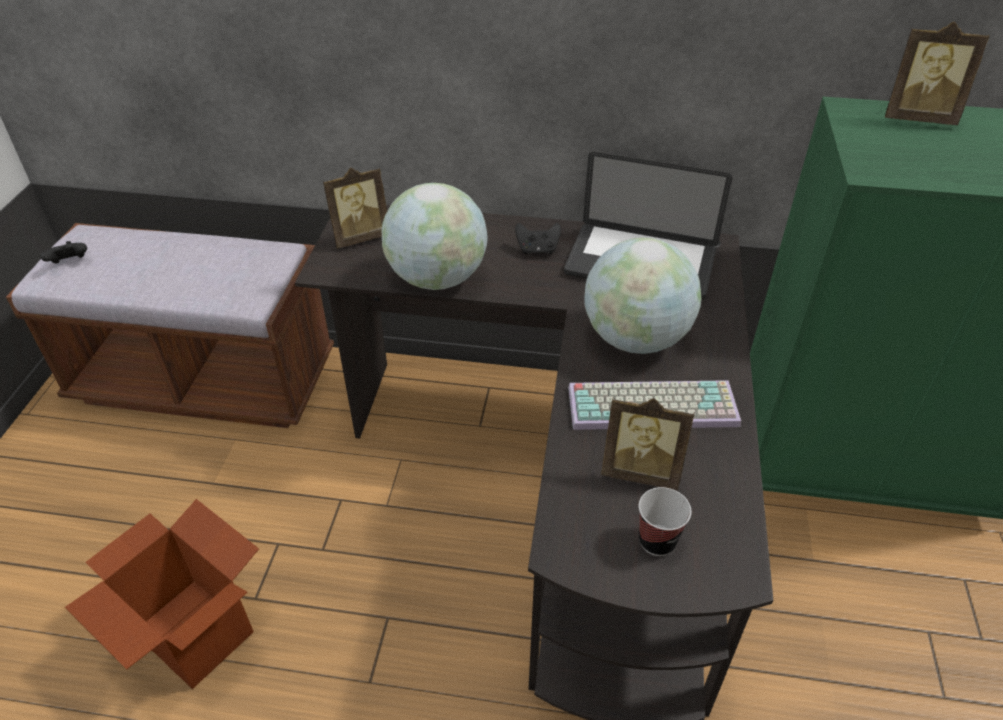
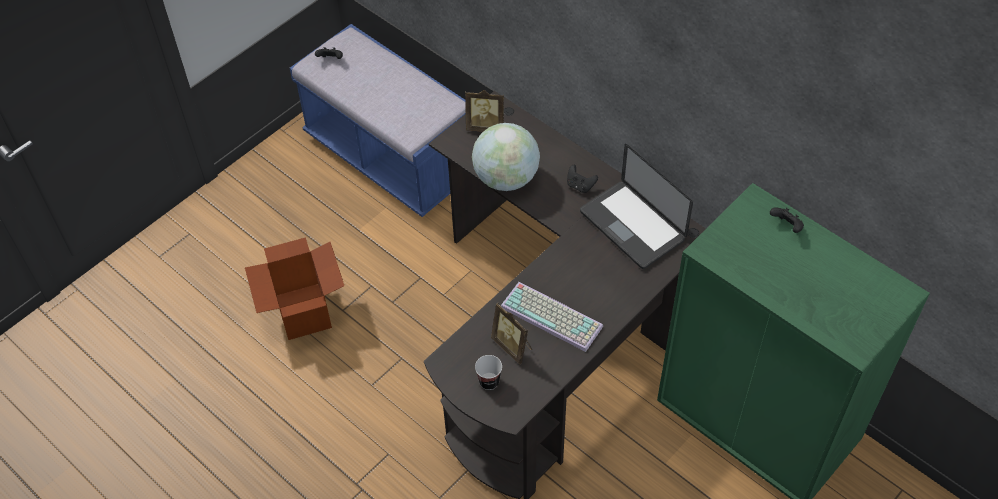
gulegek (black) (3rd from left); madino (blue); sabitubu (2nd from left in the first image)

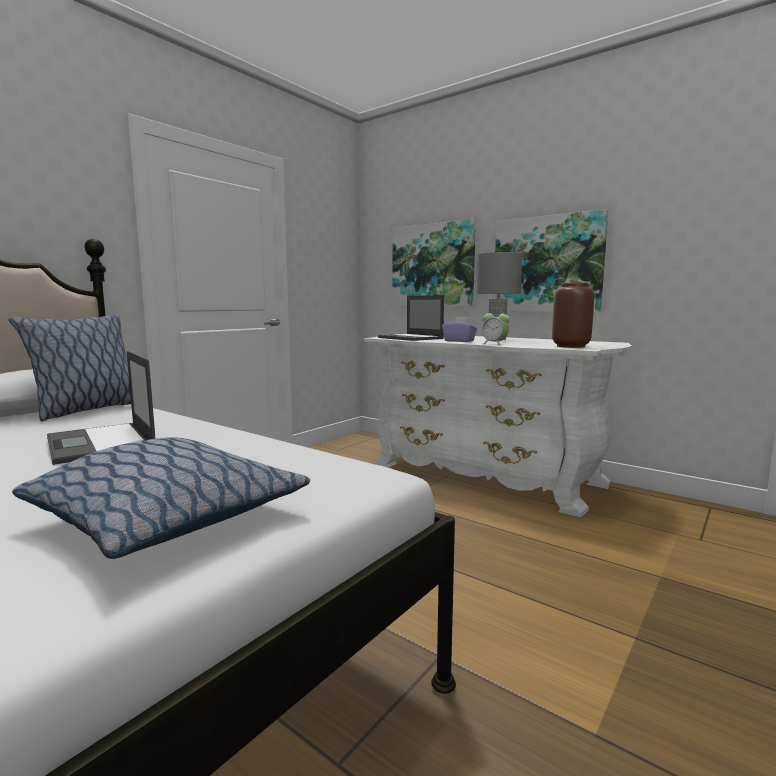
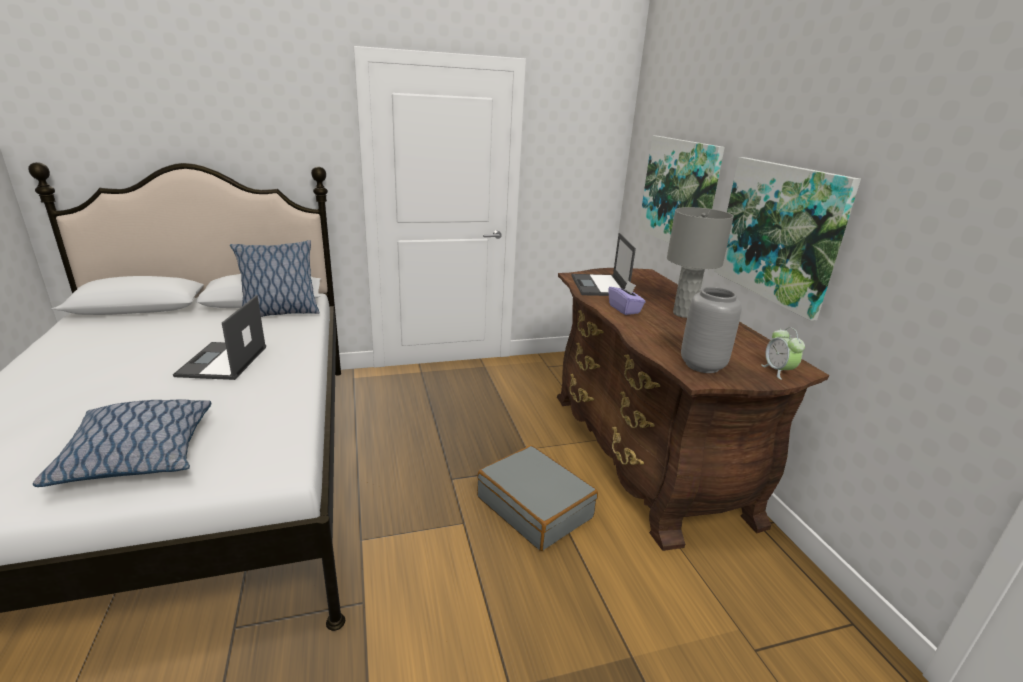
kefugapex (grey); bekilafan; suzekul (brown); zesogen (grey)

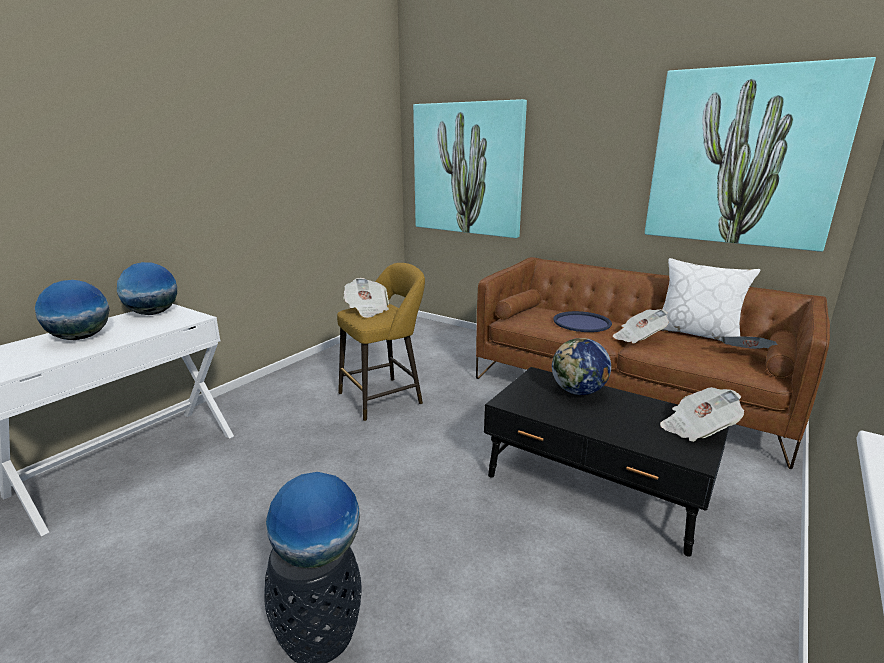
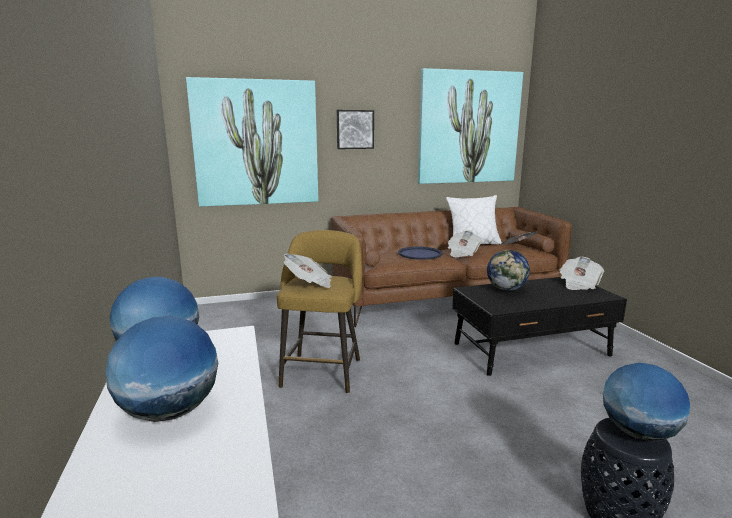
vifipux (2nd from left)

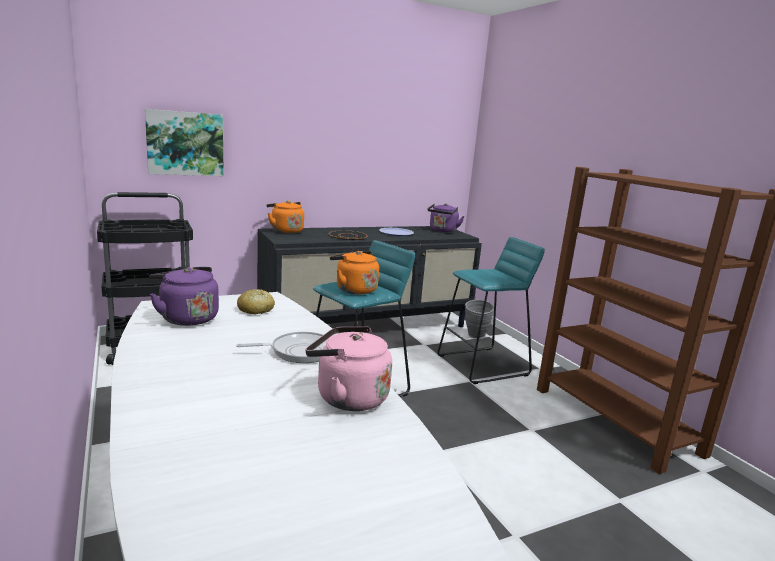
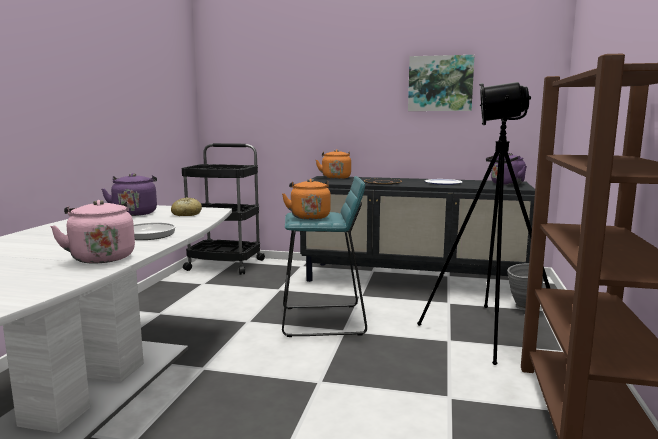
vifipux; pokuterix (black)

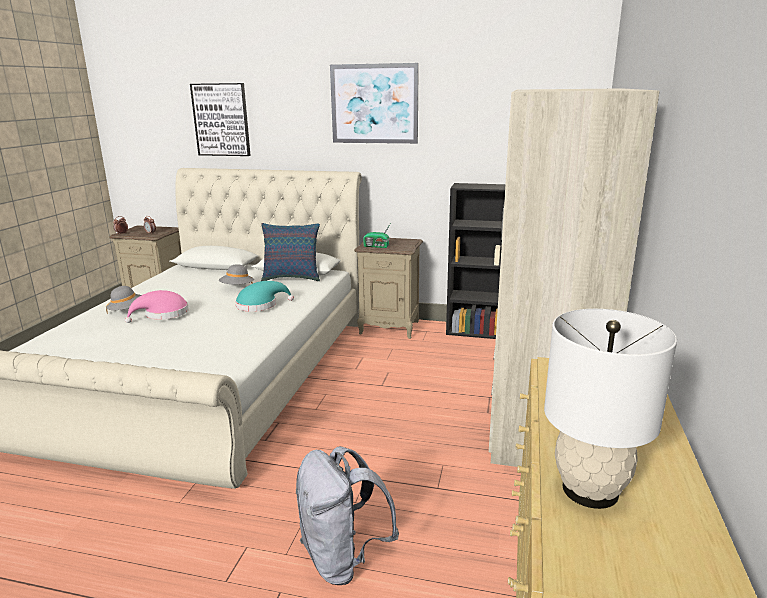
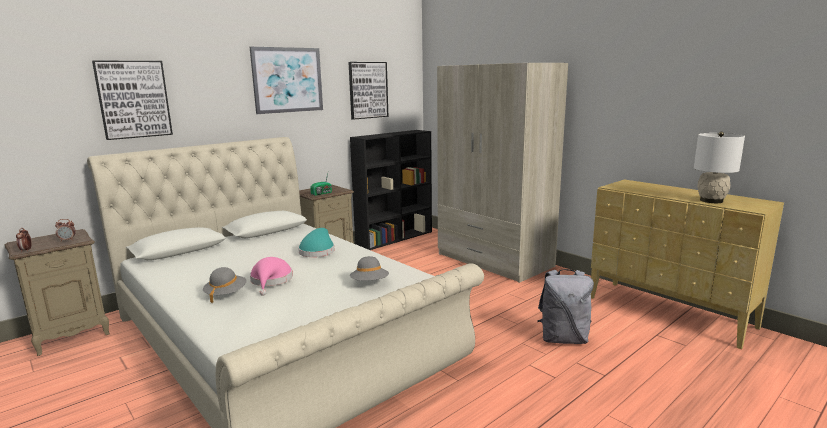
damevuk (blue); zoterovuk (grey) (2nd from left); vifipux (3rd from left)

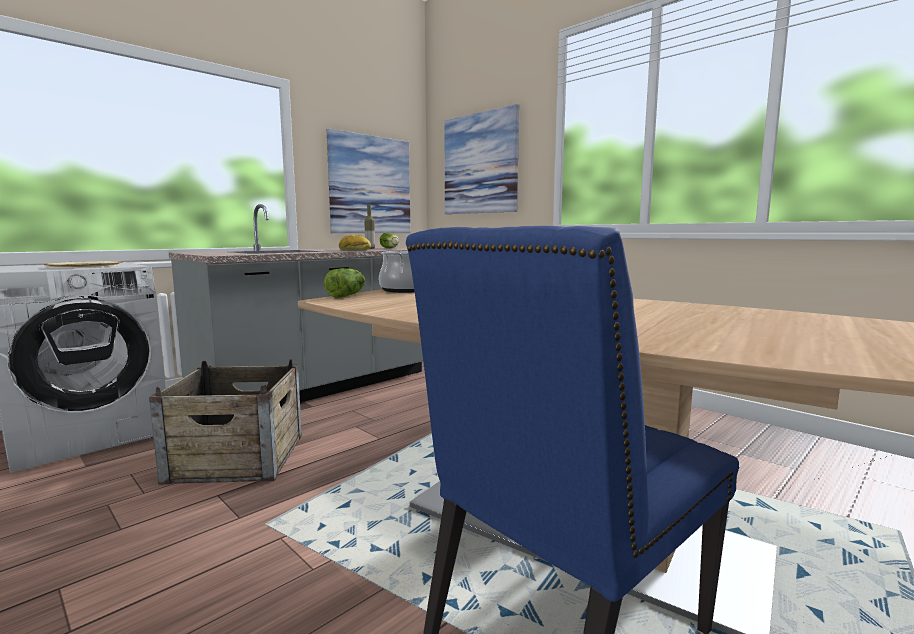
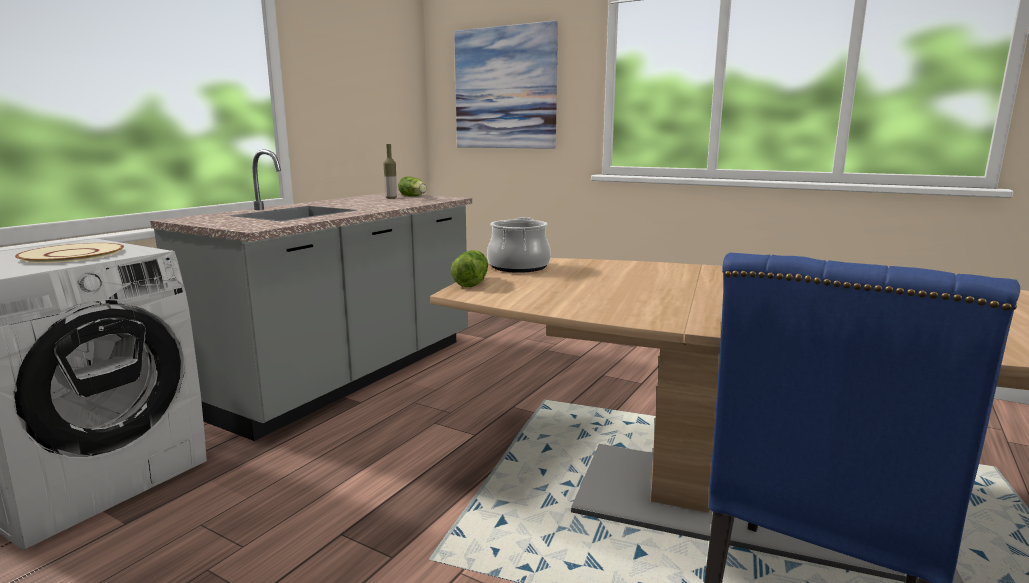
vifipux (1st from left in the first image); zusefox; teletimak

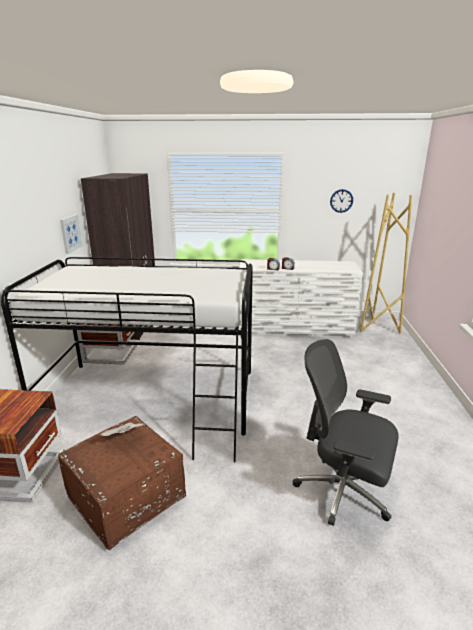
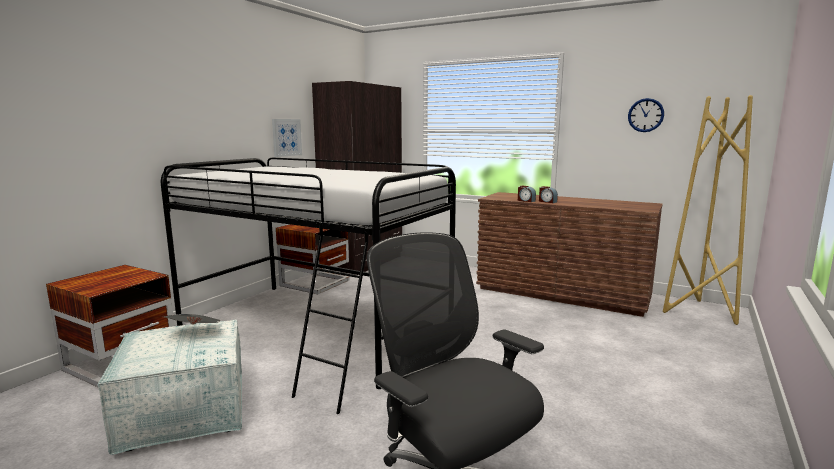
suzekul (brown); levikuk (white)

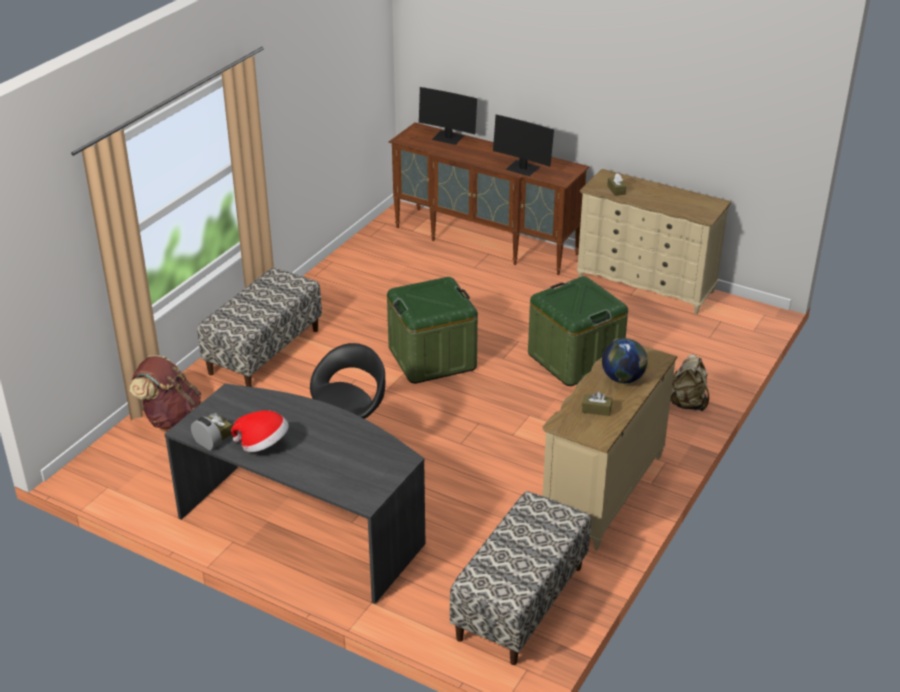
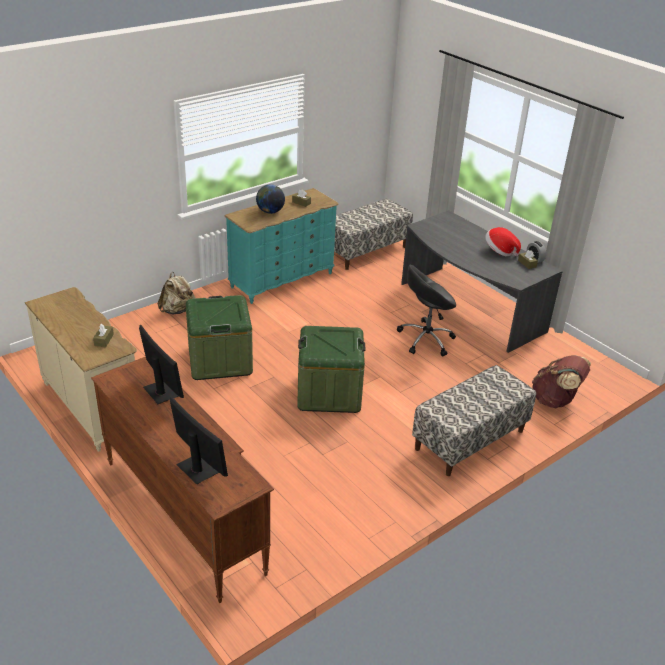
suzekul (turquoise)

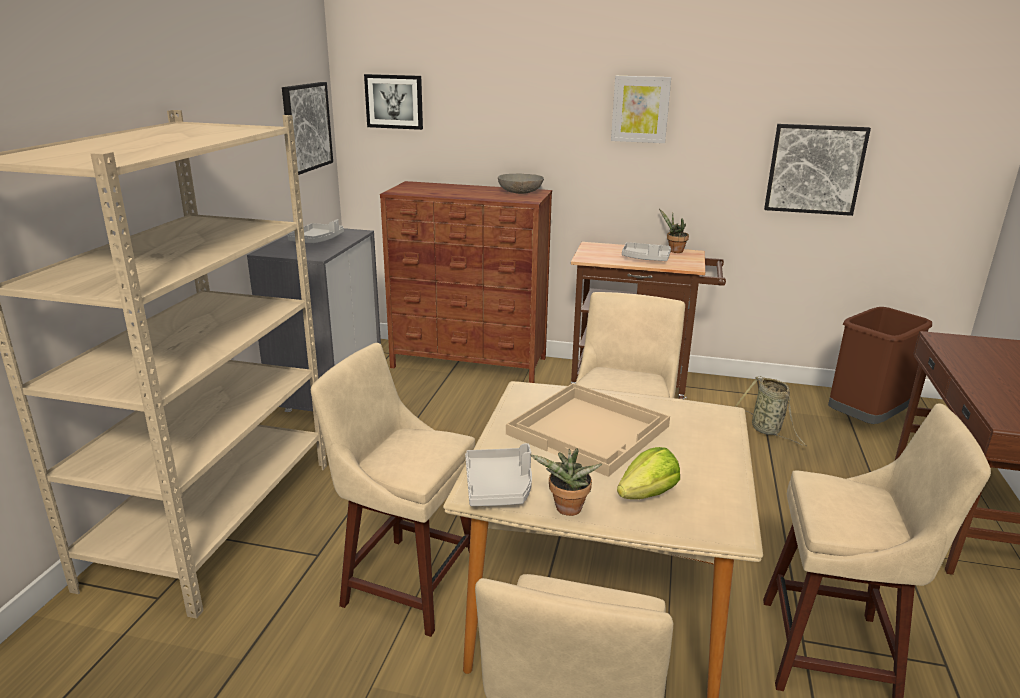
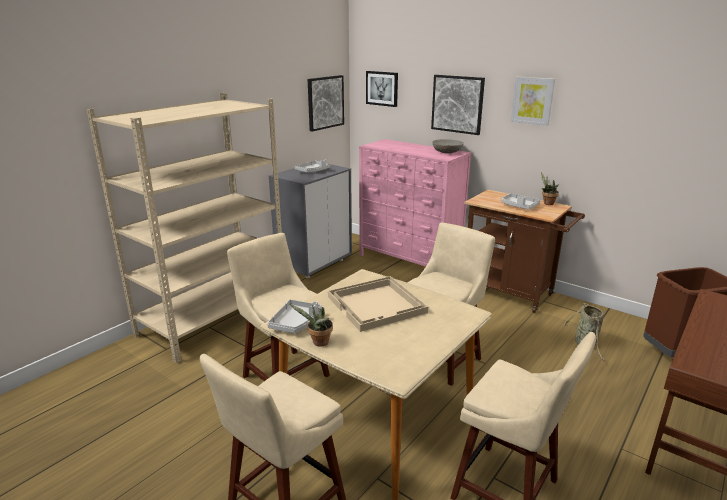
vifipux (3rd from left); suzekul (pink); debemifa

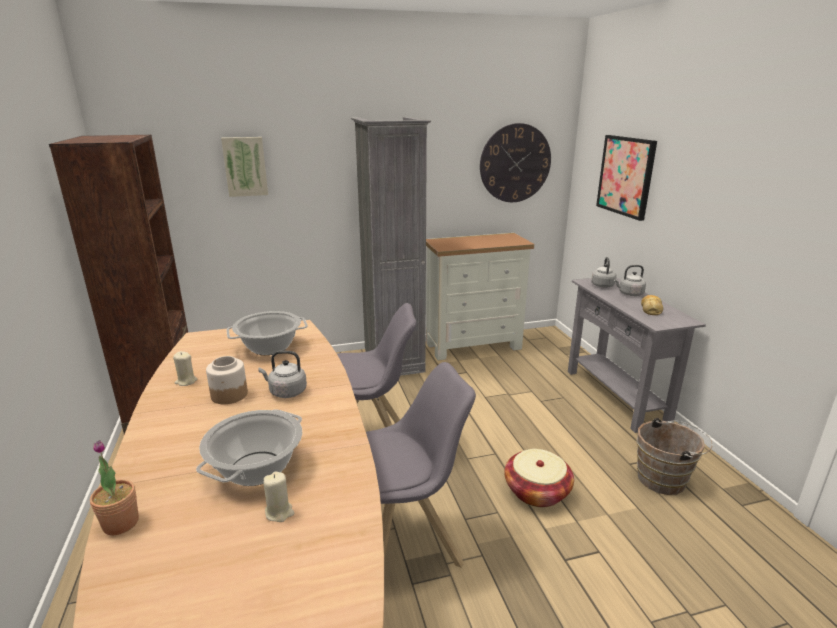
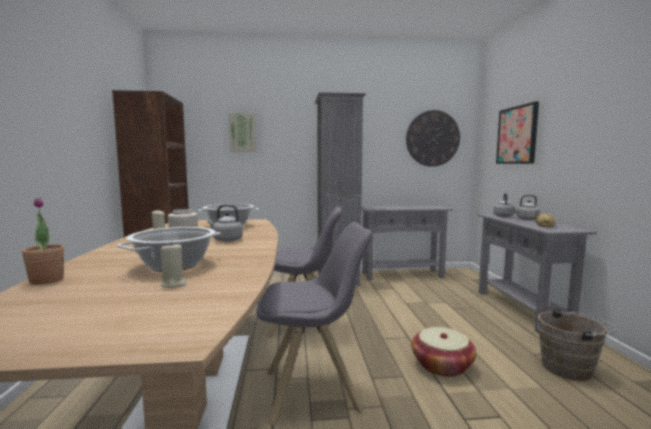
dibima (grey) (1st from left)

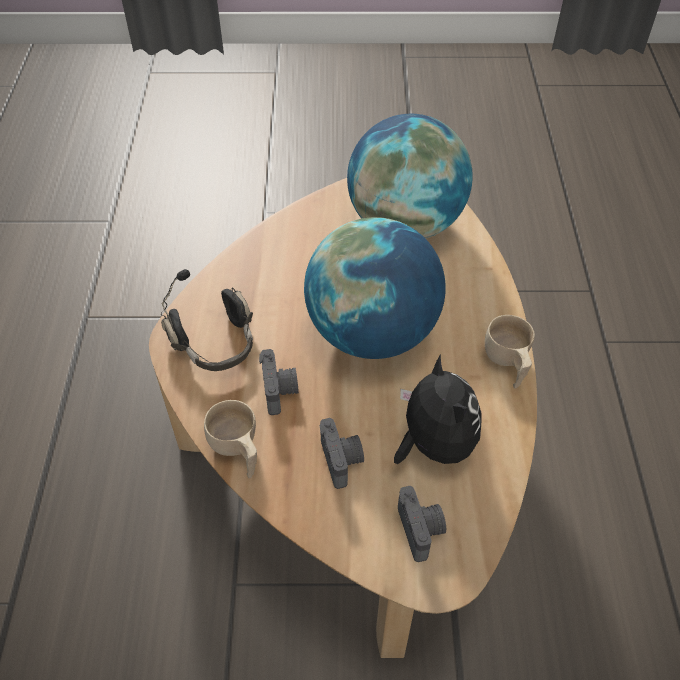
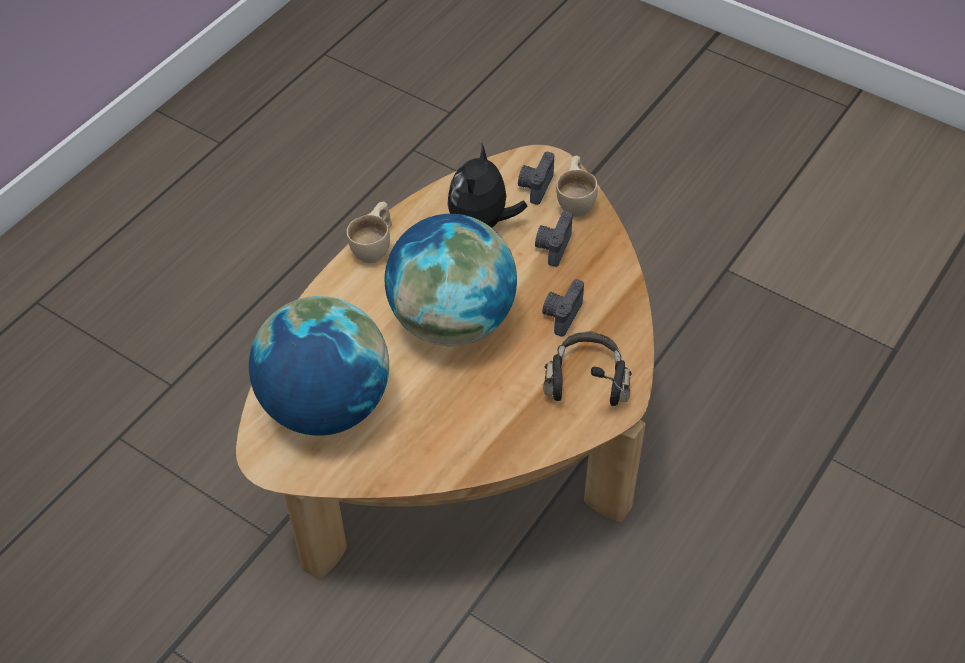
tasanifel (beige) (2nd from left)

